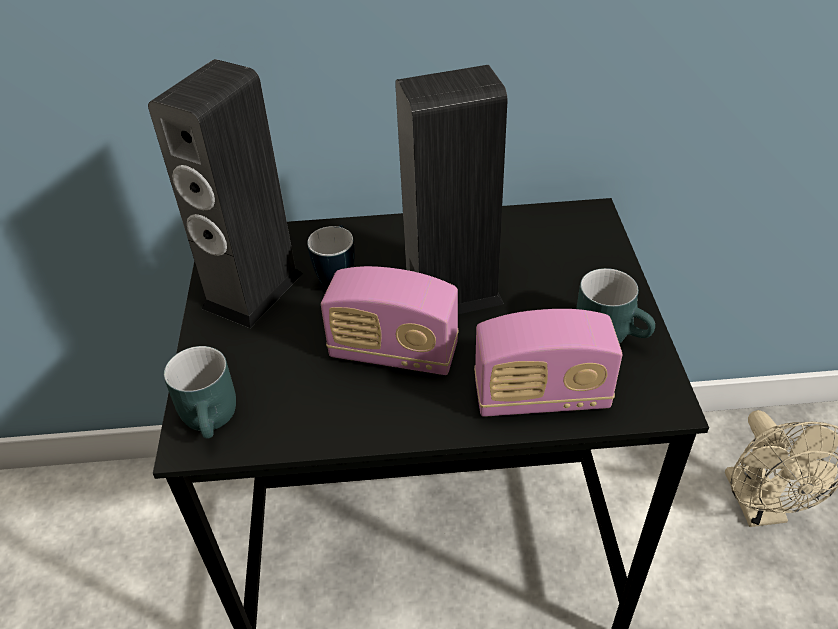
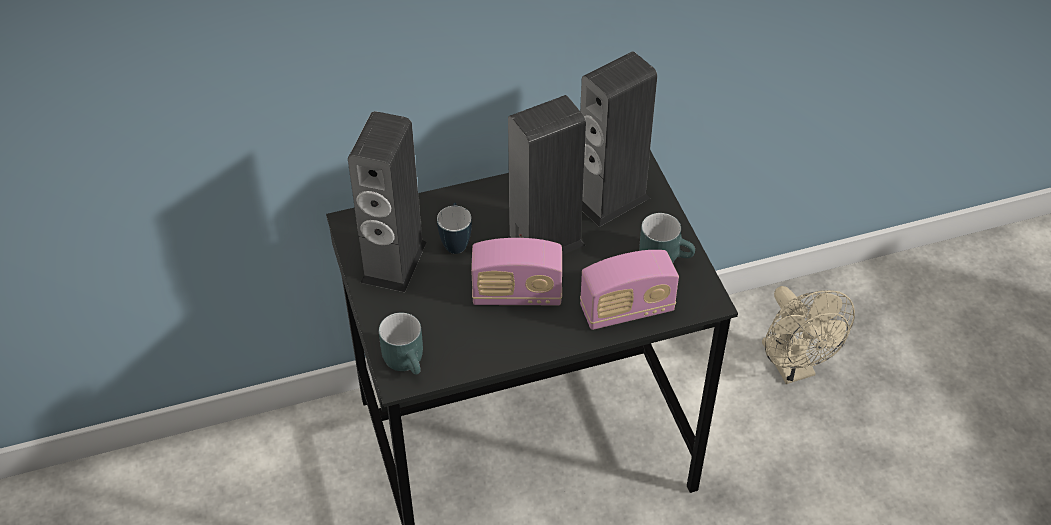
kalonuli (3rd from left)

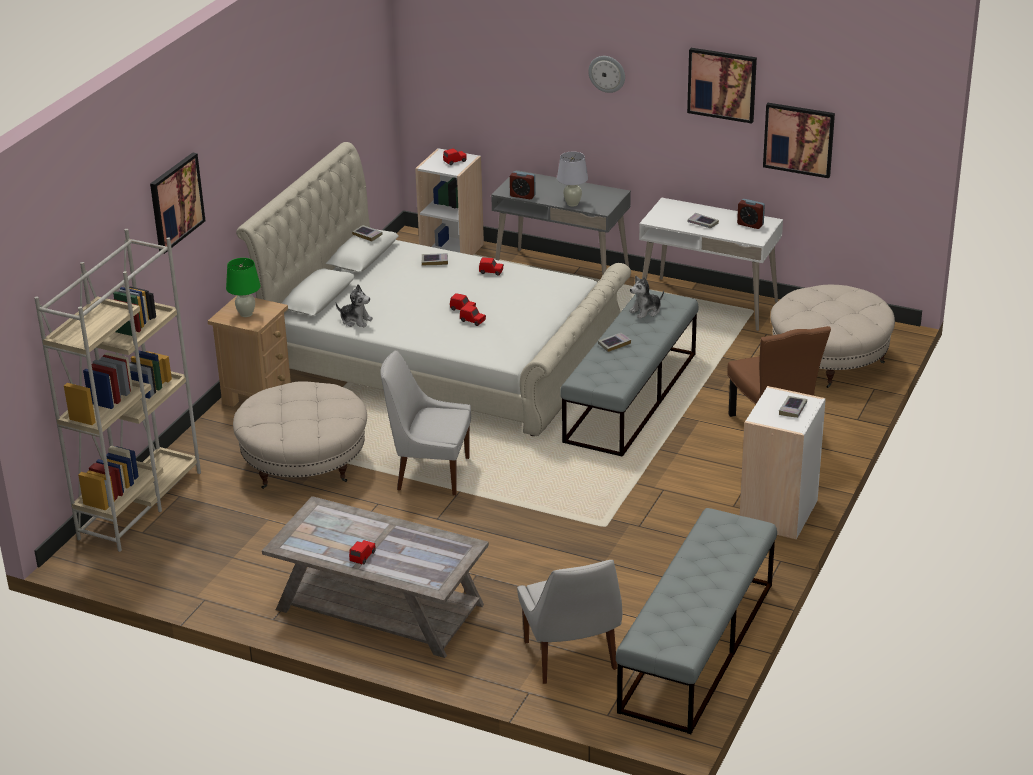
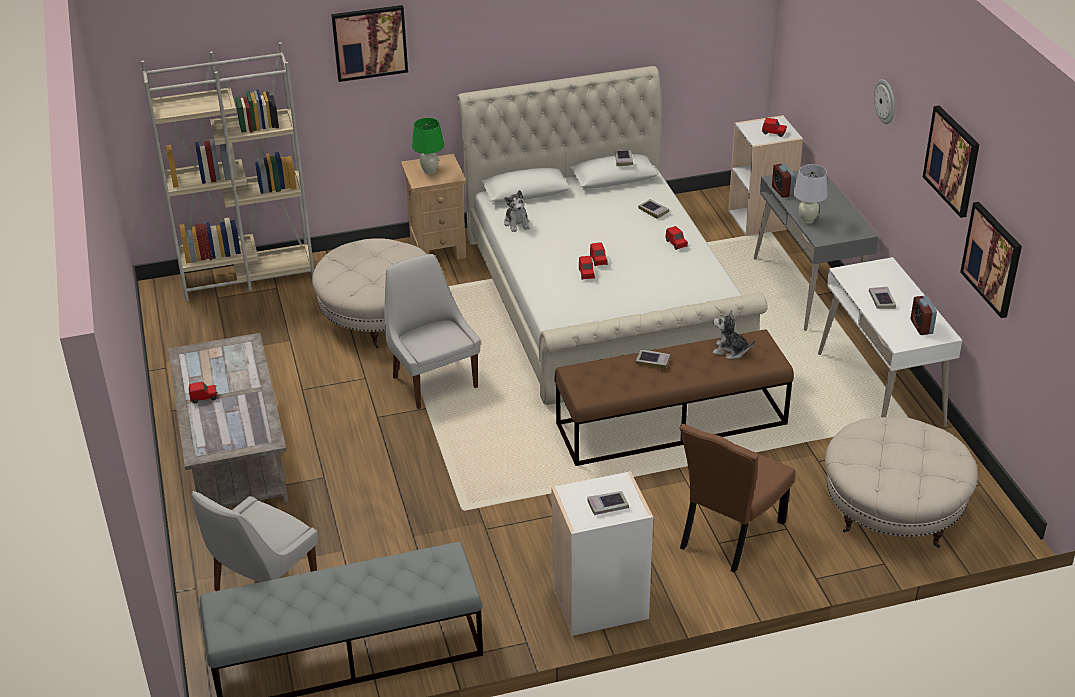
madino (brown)

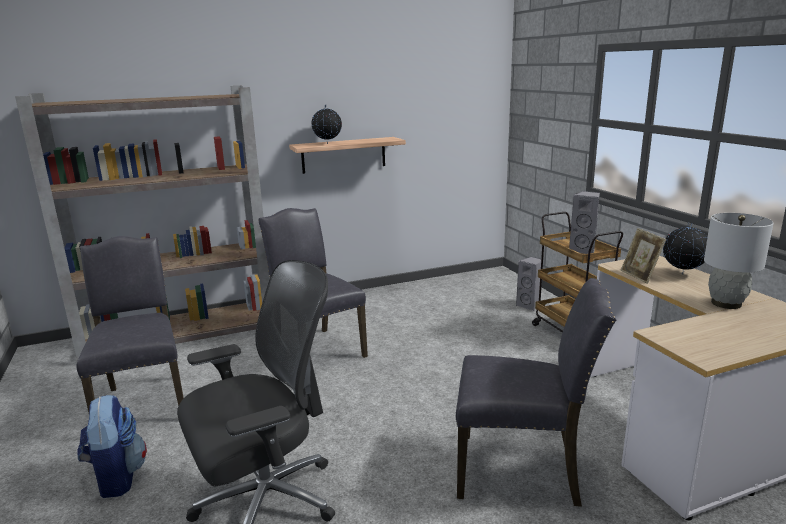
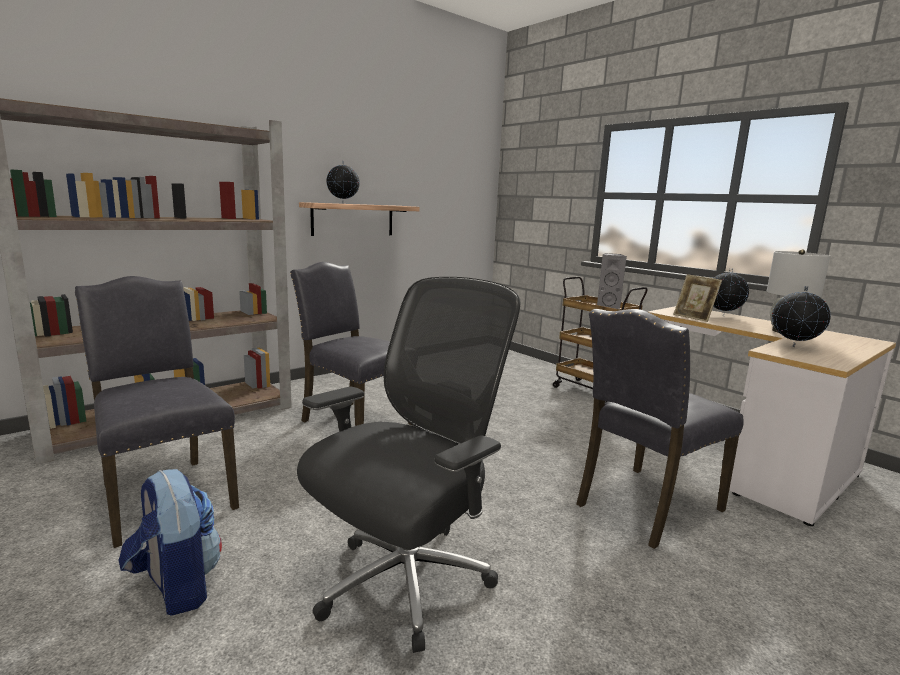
kalonuli (grey) (1st from left in the first image); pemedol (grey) (3rd from left); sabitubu (3rd from left)

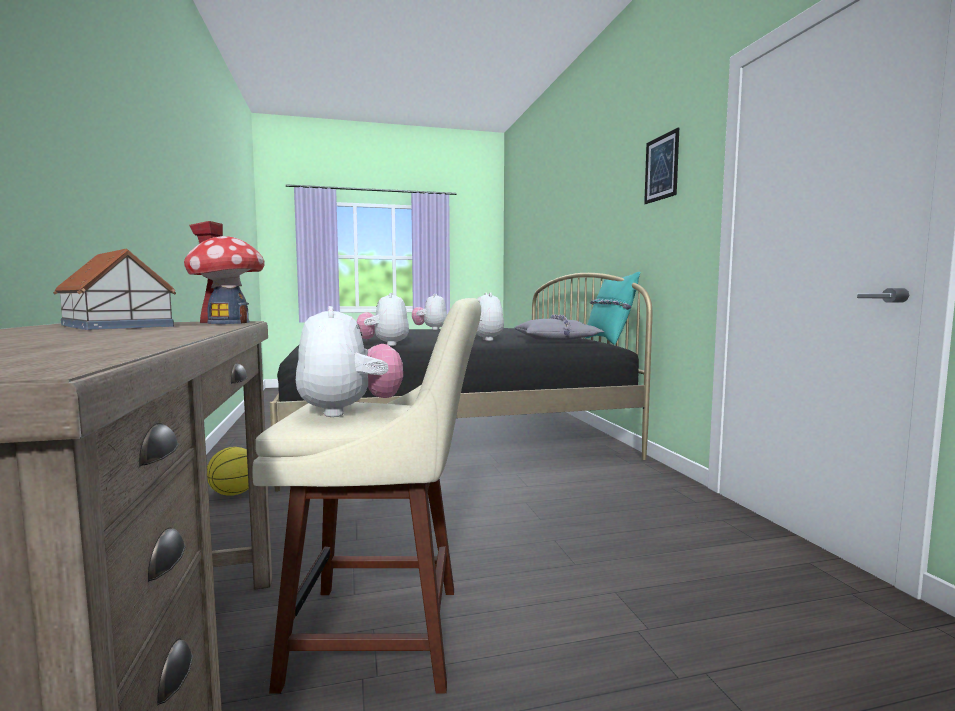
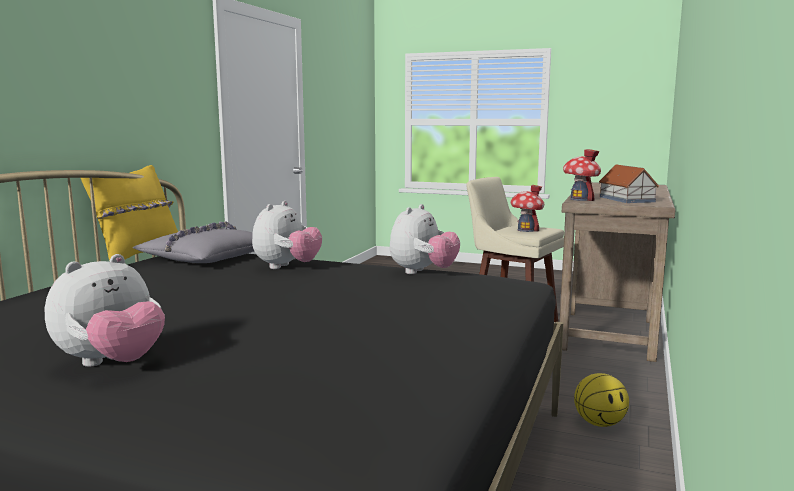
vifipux; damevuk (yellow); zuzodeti (1st from left)

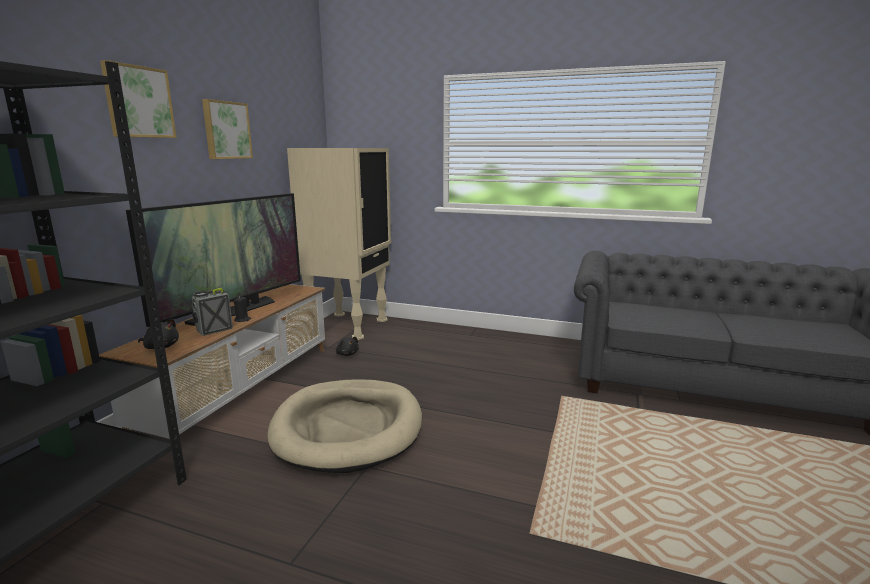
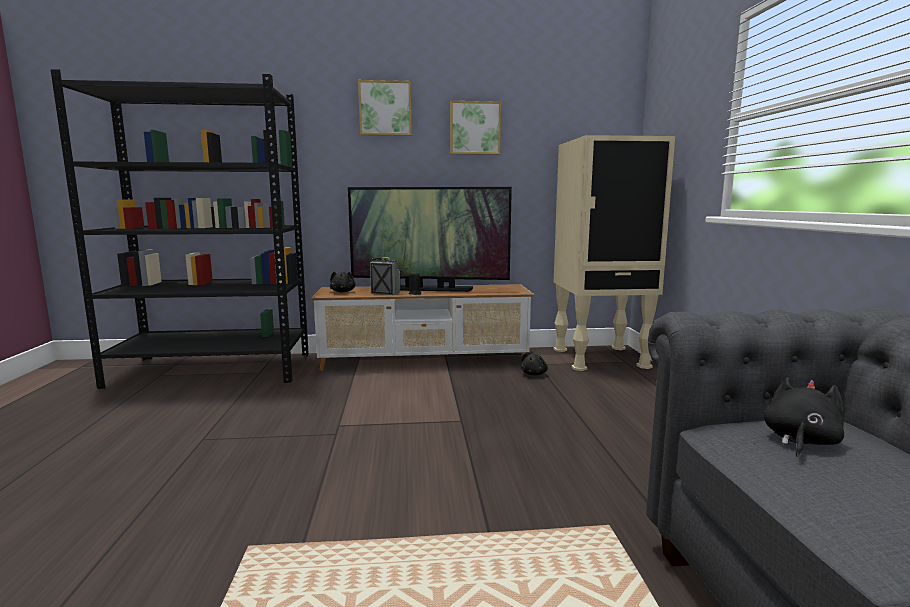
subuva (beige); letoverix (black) (3rd from left)

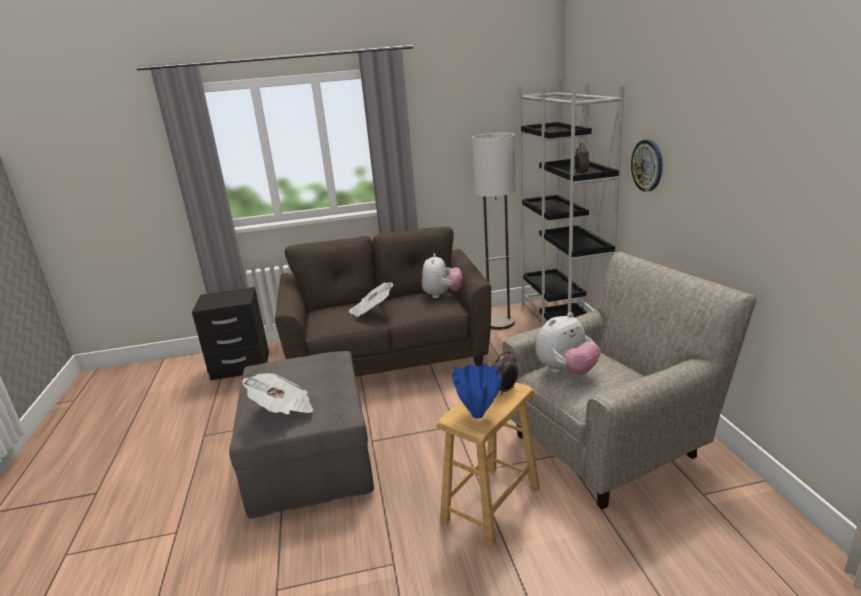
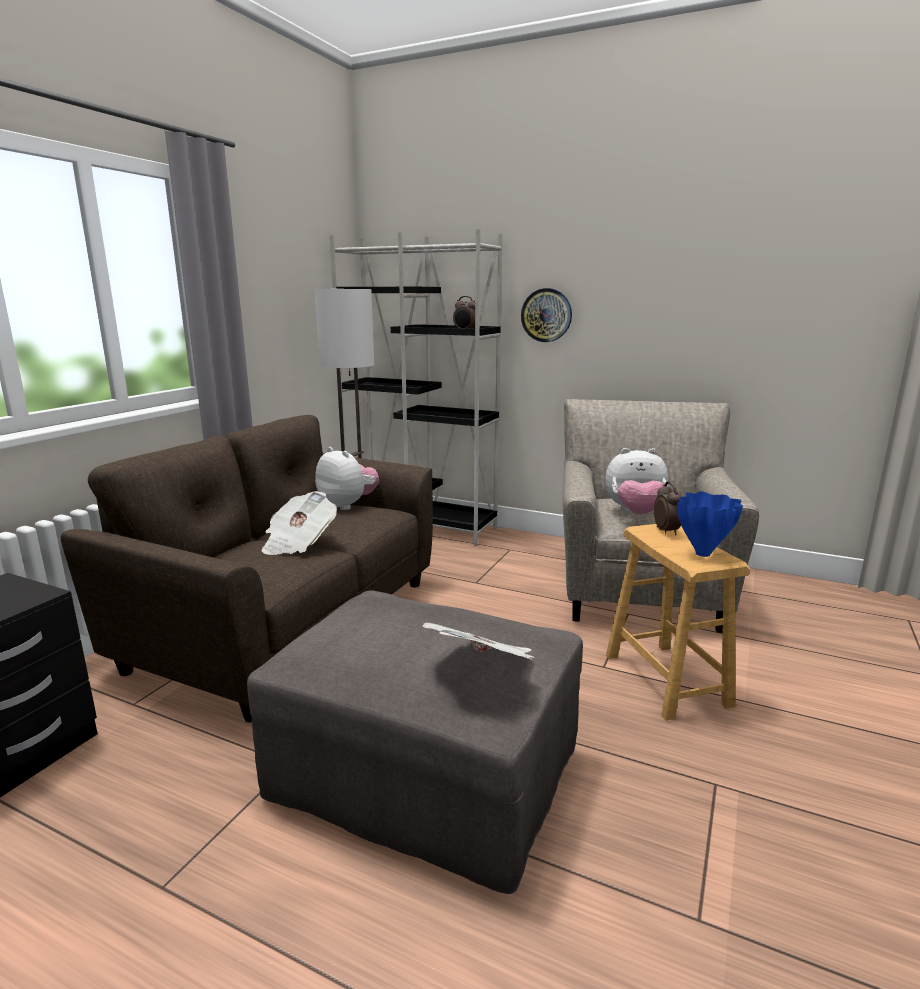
letoverix (2nd from left)

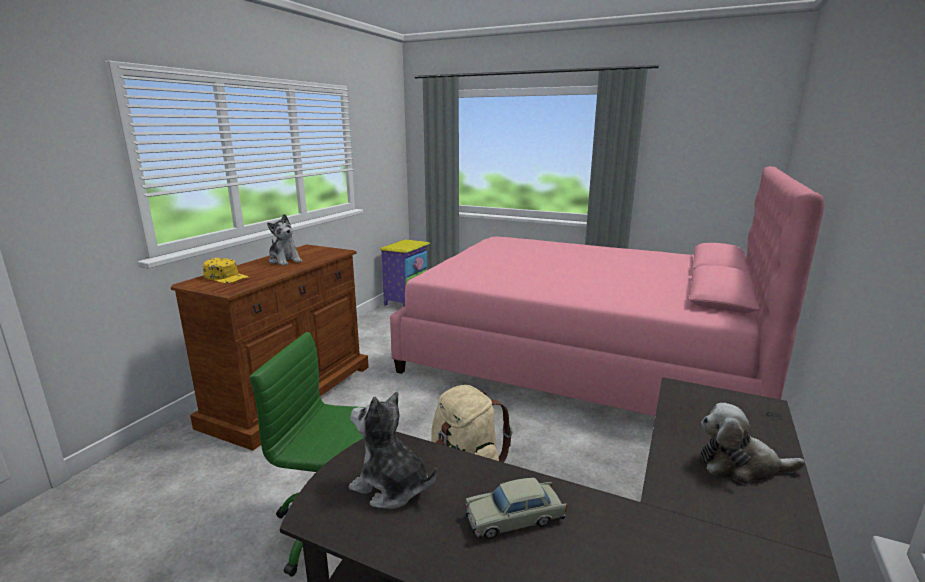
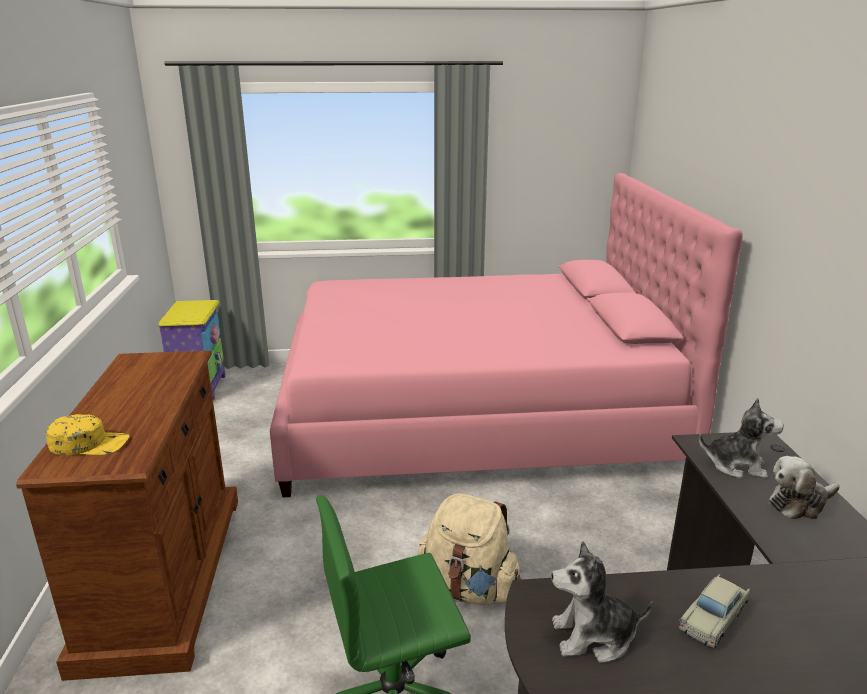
letoverix (2nd from left)

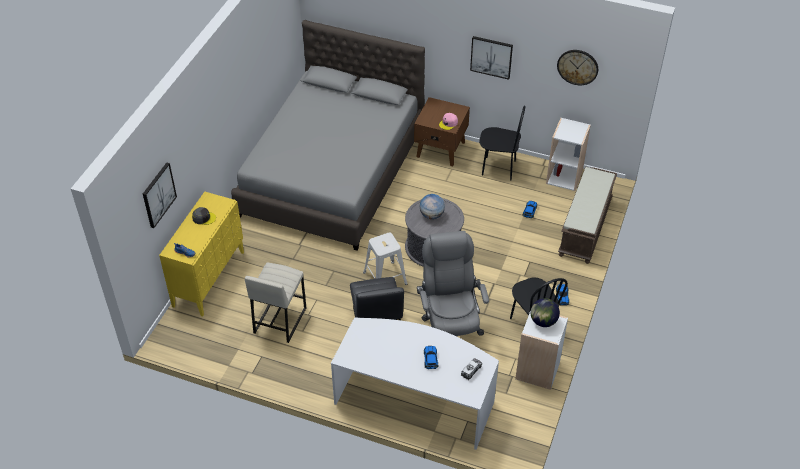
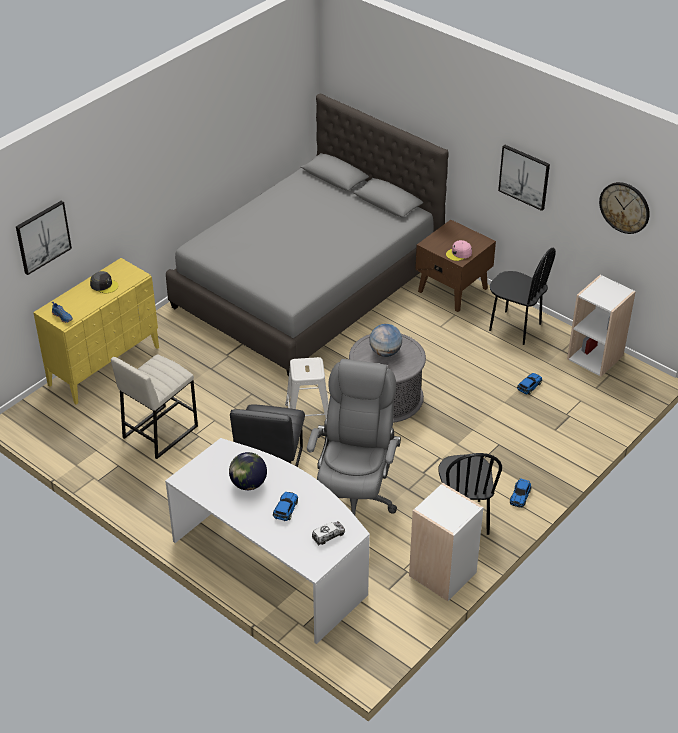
madino (brown); sabitubu (1st from left)

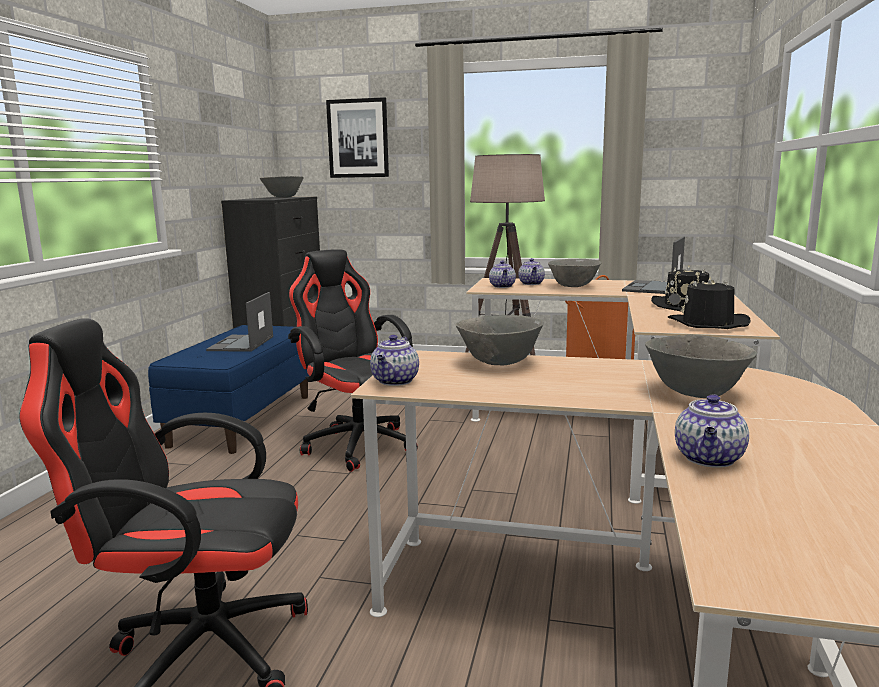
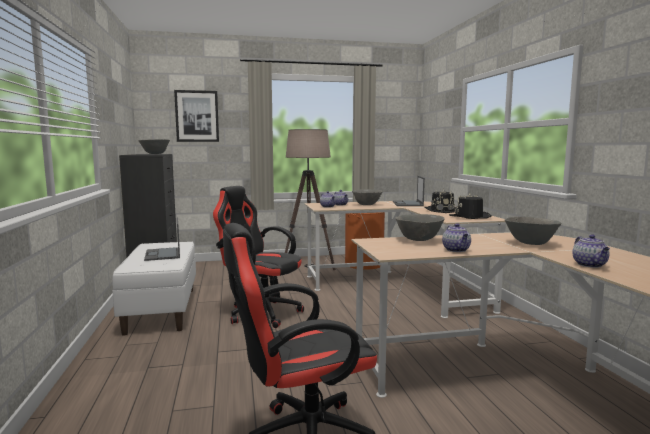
madino (white); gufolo (3rd from left)

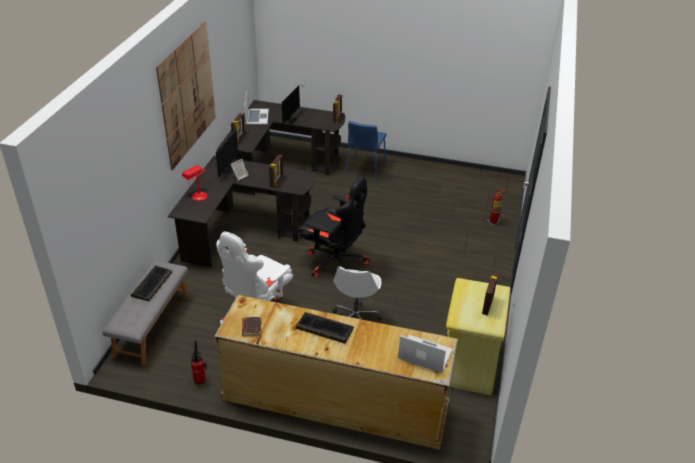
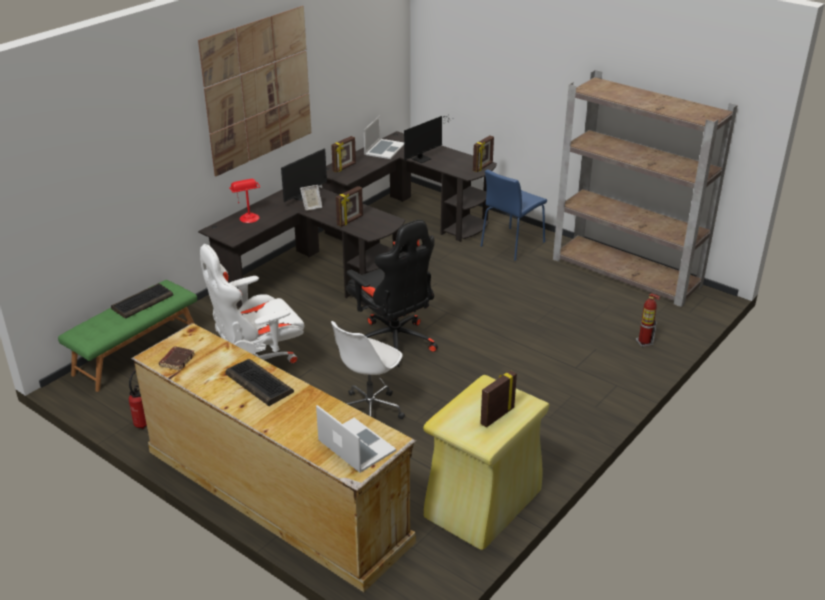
madino (green); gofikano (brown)

